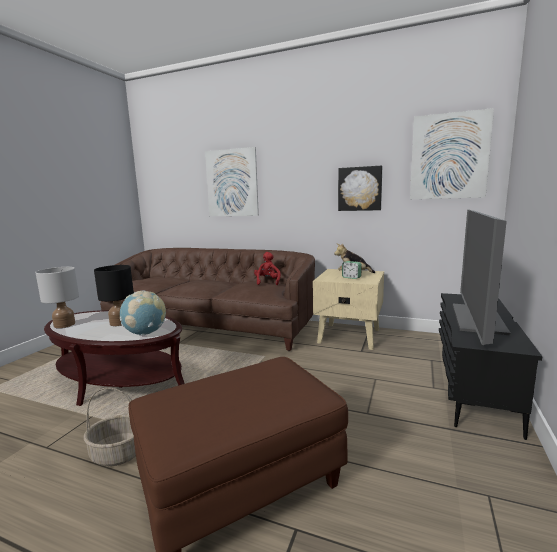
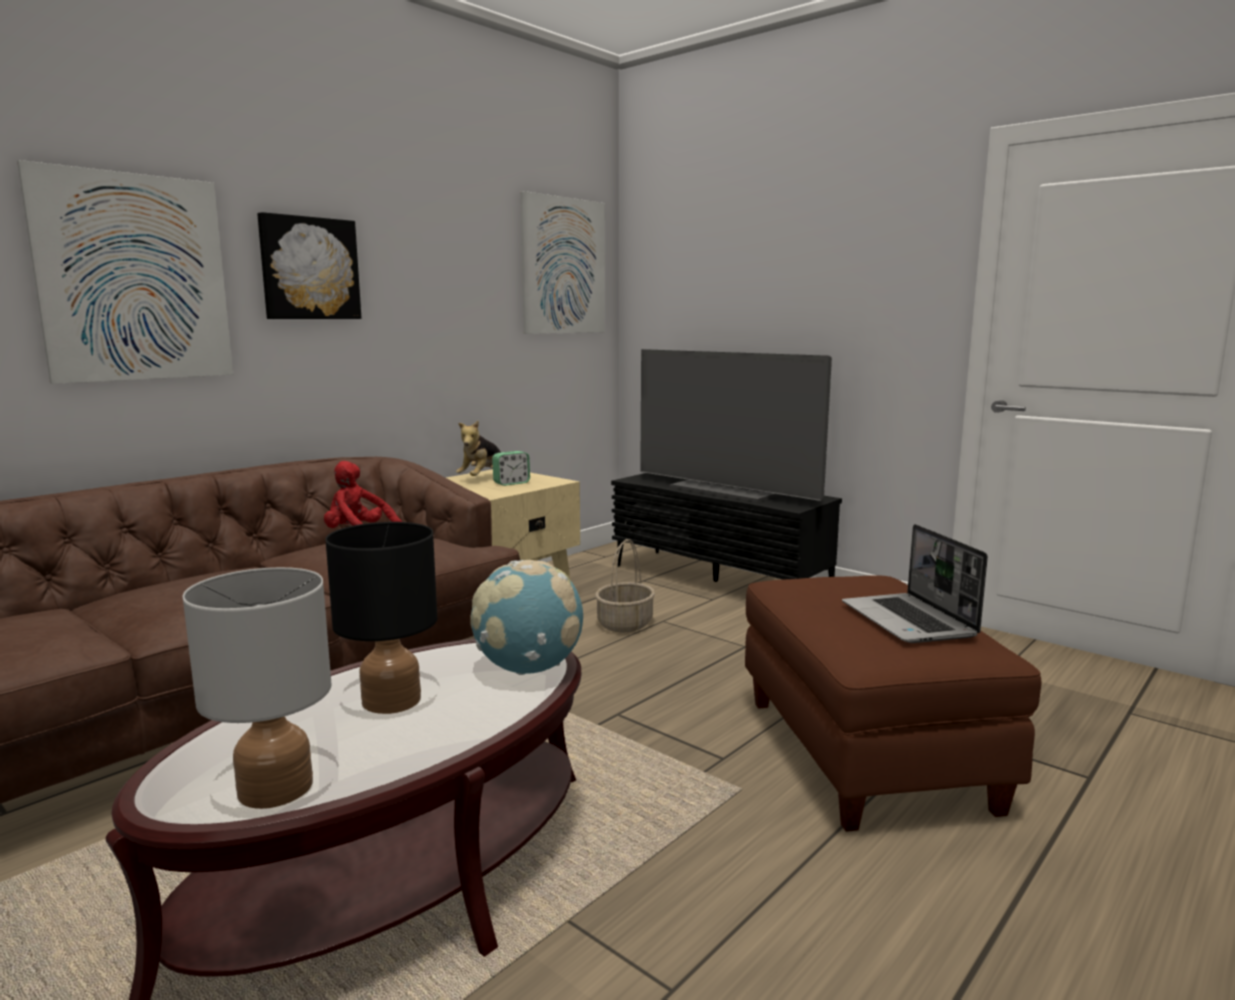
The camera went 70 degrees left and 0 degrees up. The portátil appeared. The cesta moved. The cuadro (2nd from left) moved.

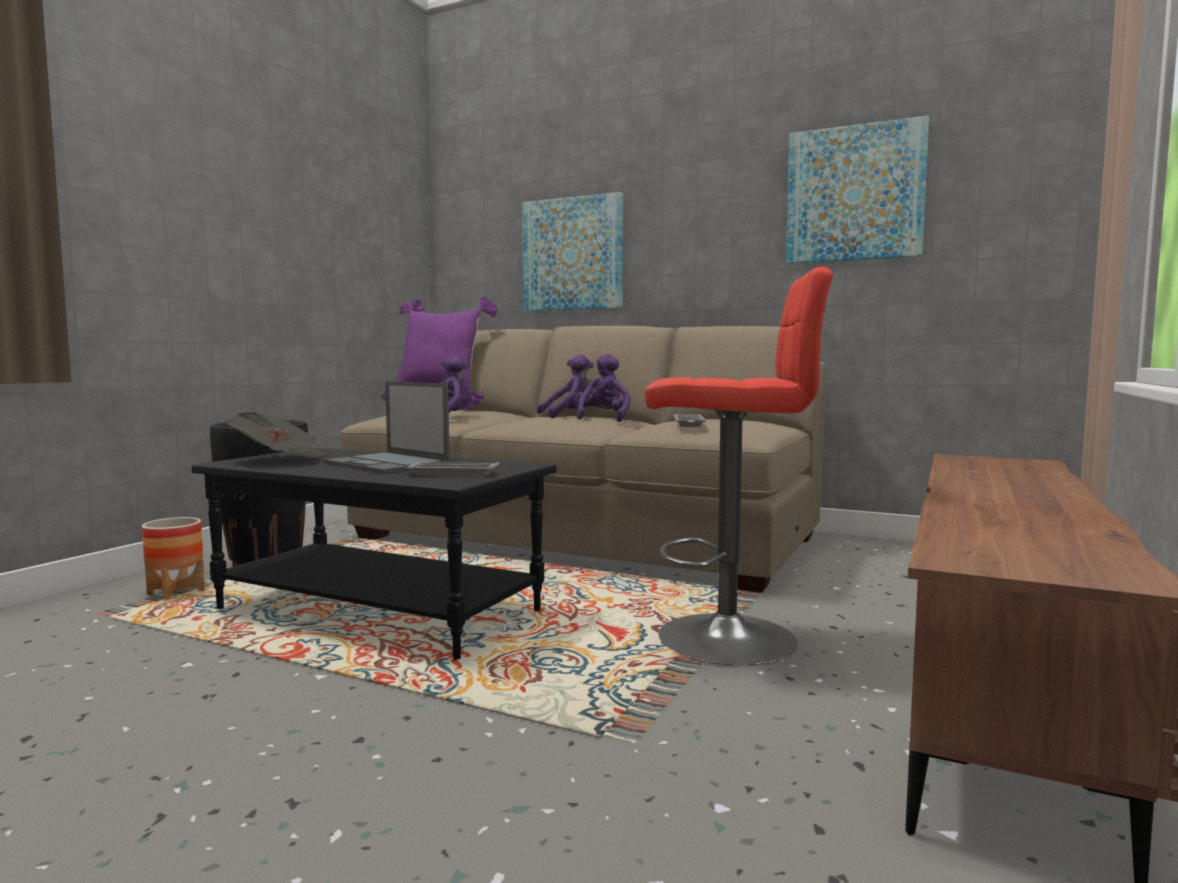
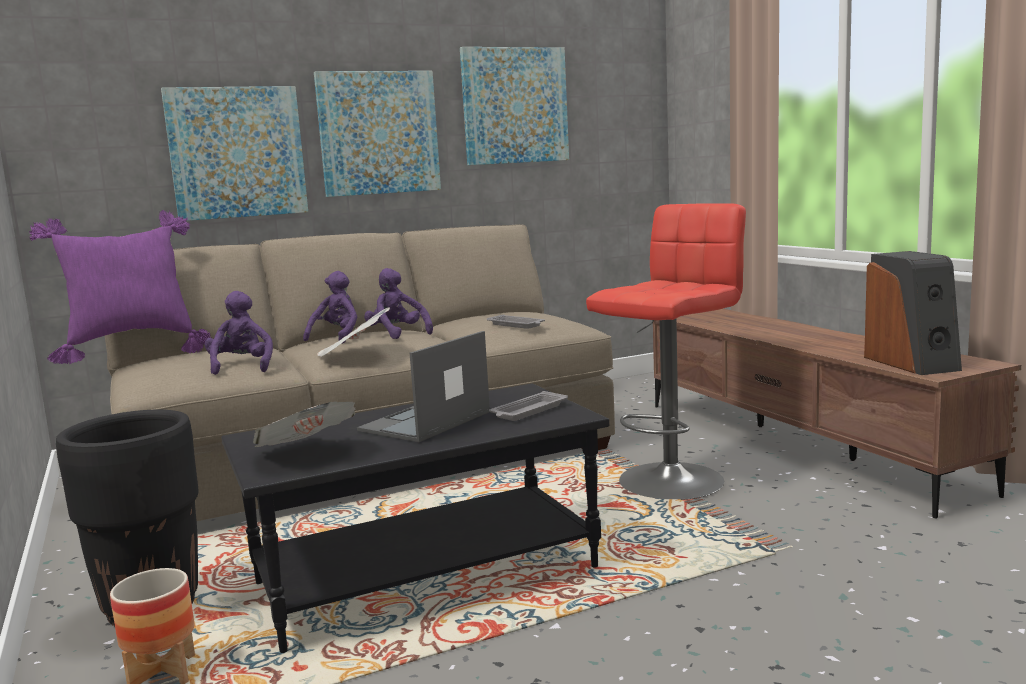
The camera went 50 degrees left and 5 degrees up. The cuadro (2nd from left) appeared. The periódico (2nd from left) appeared. The altavoz appeared. The portátil turned 135 degrees clockwise.

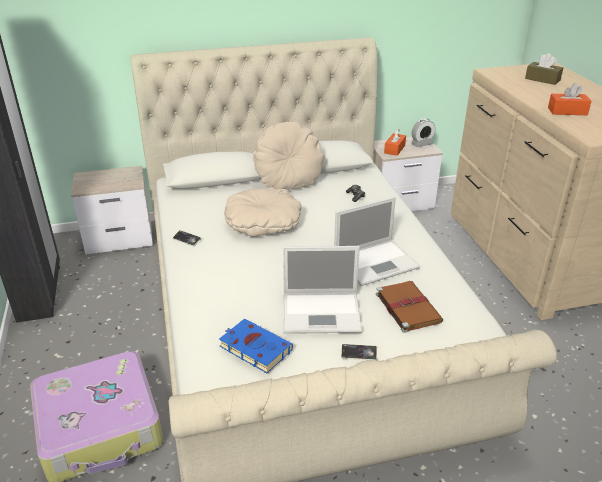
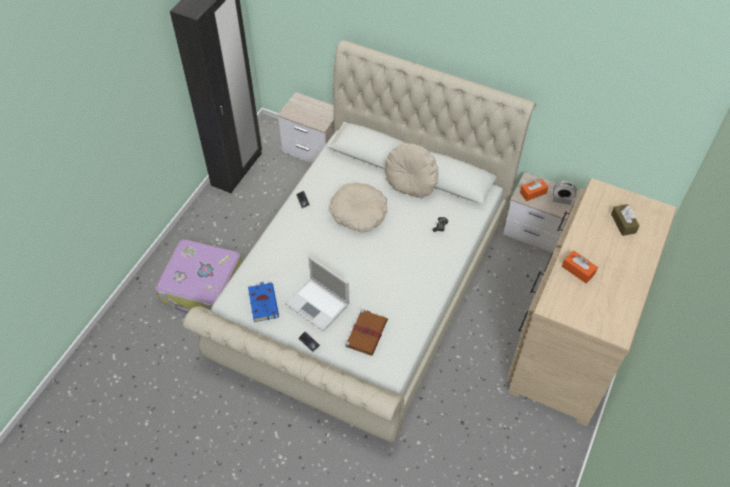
The camera went 40 degrees right and 20 degrees up. The portátil (2nd from left) disappeared.

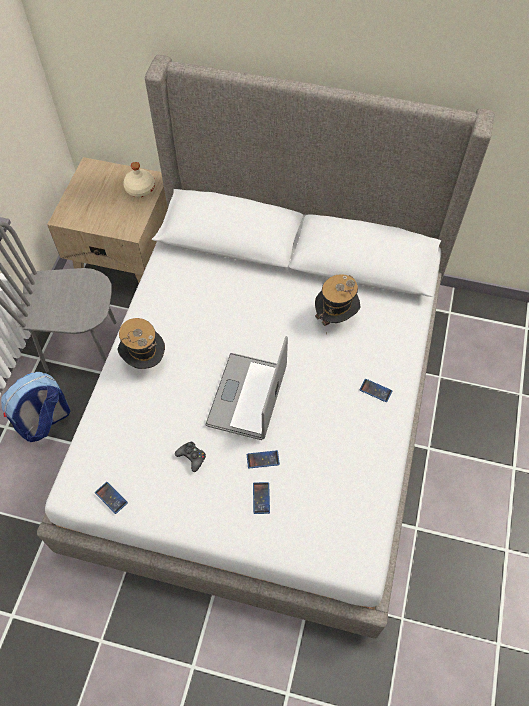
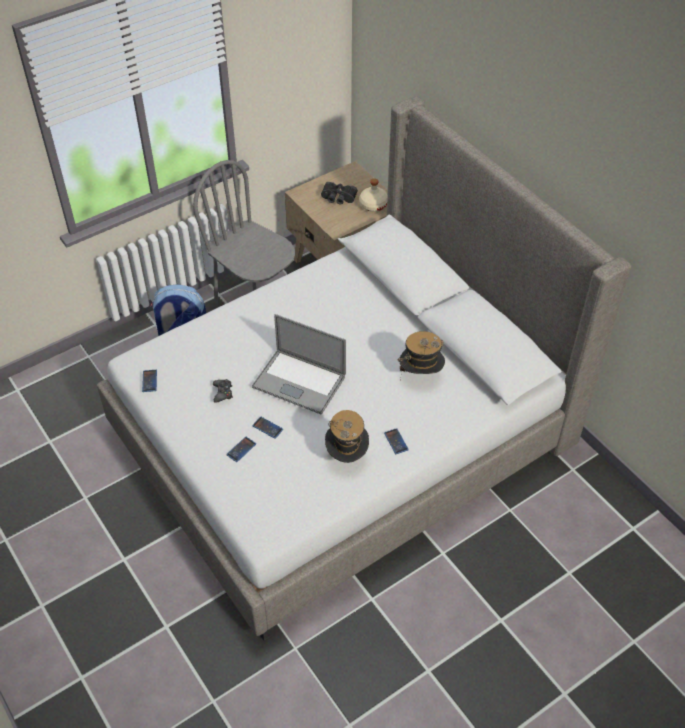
The camera went 40 degrees right and 10 degrees down. The prismáticos/negro appeared. The sombrero (1st from left) moved. The portátil turned 120 degrees counterclockwise.

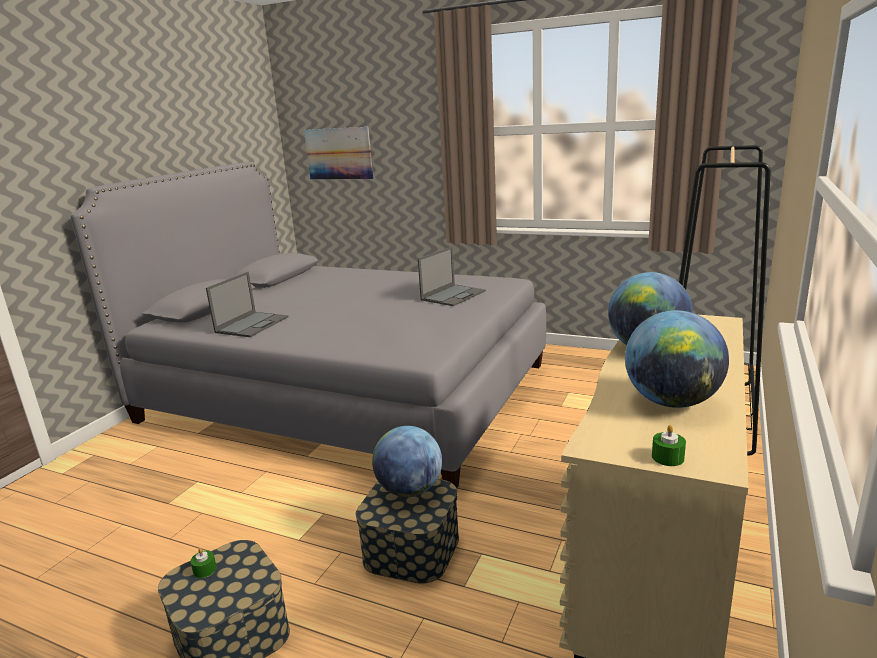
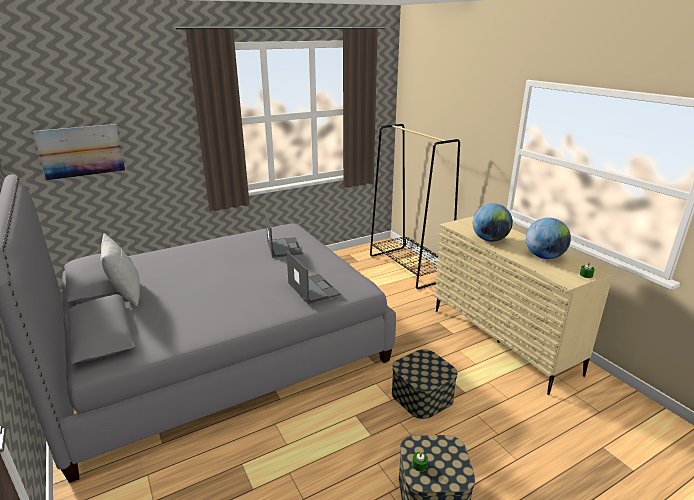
The camera went 55 degrees left and 5 degrees up. The globo terráqueo (1st from left) disappeared. The cojín/gris appeared. The portátil (1st from left in the first image) moved.

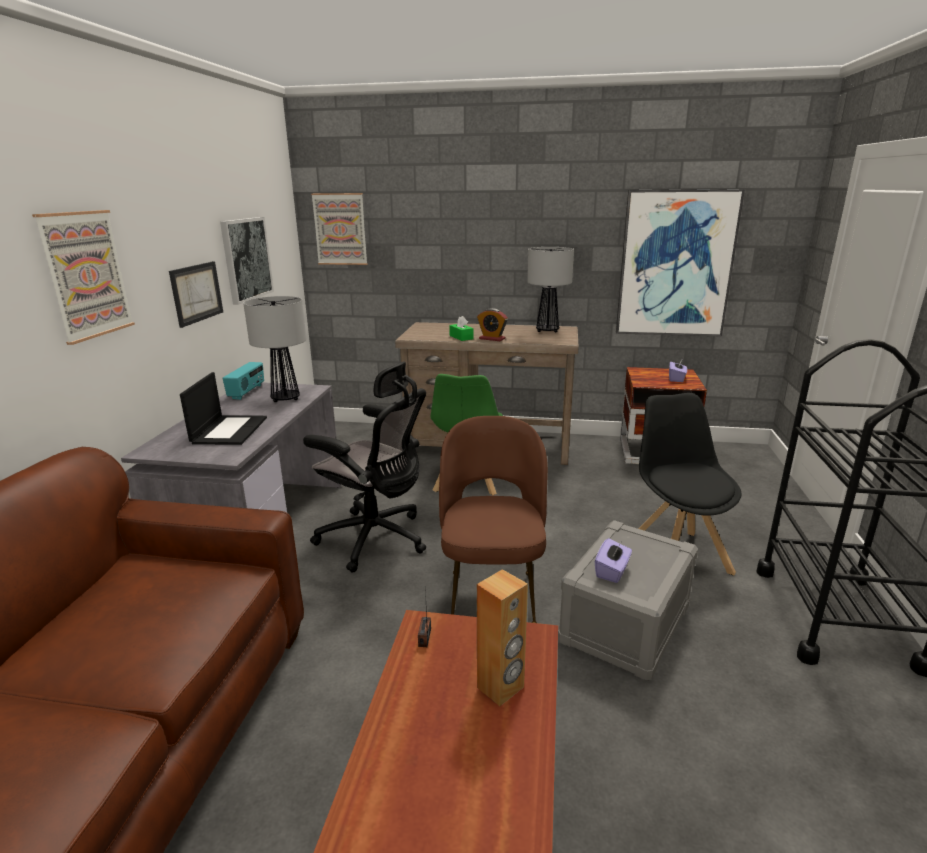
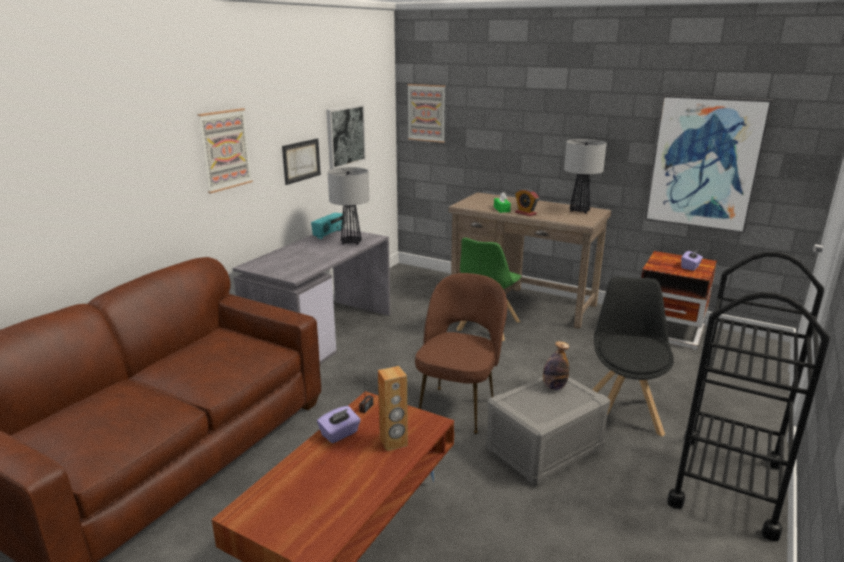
The camera went 20 degrees right and 0 degrees up. The portátil disappeared. The silla de oficina disappeared. The botella appeared. The caja de pañuelos/morado (1st from left) moved.

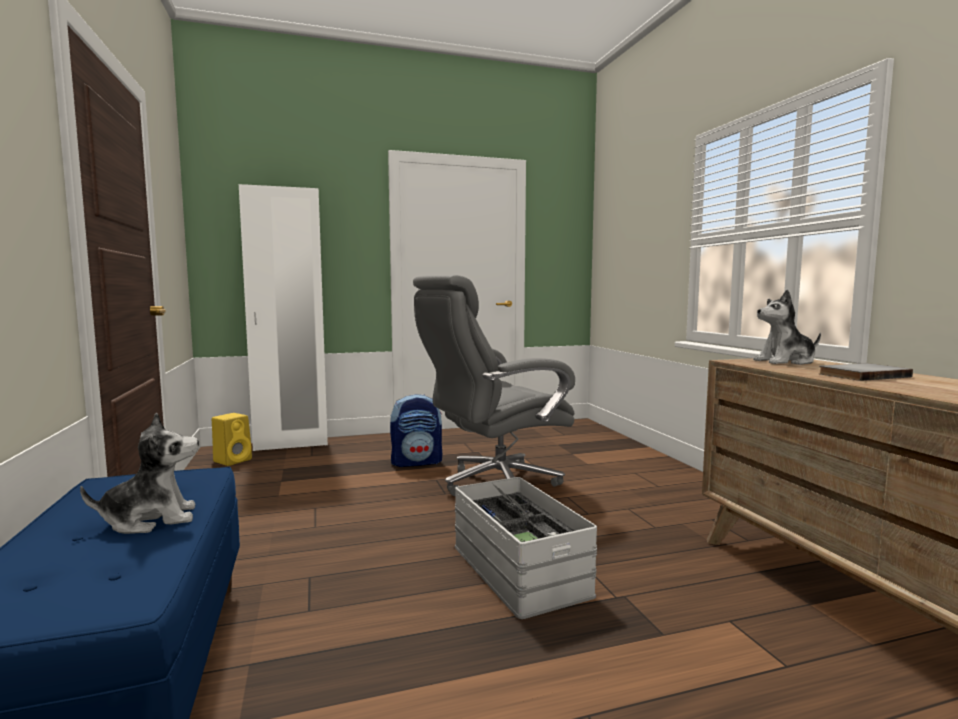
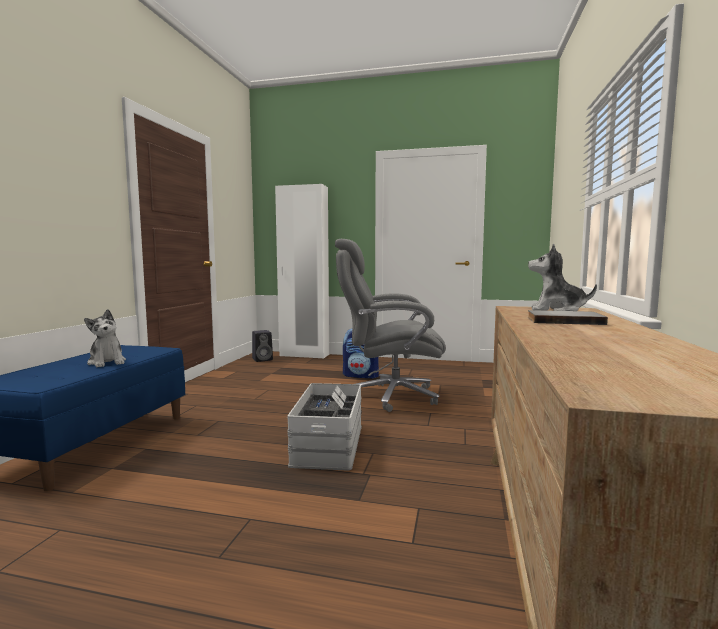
The camera went 30 degrees right and 0 degrees up. The altavoz/amarillo became the altavoz/negro. The peluche (1st from left) turned 45 degrees clockwise.

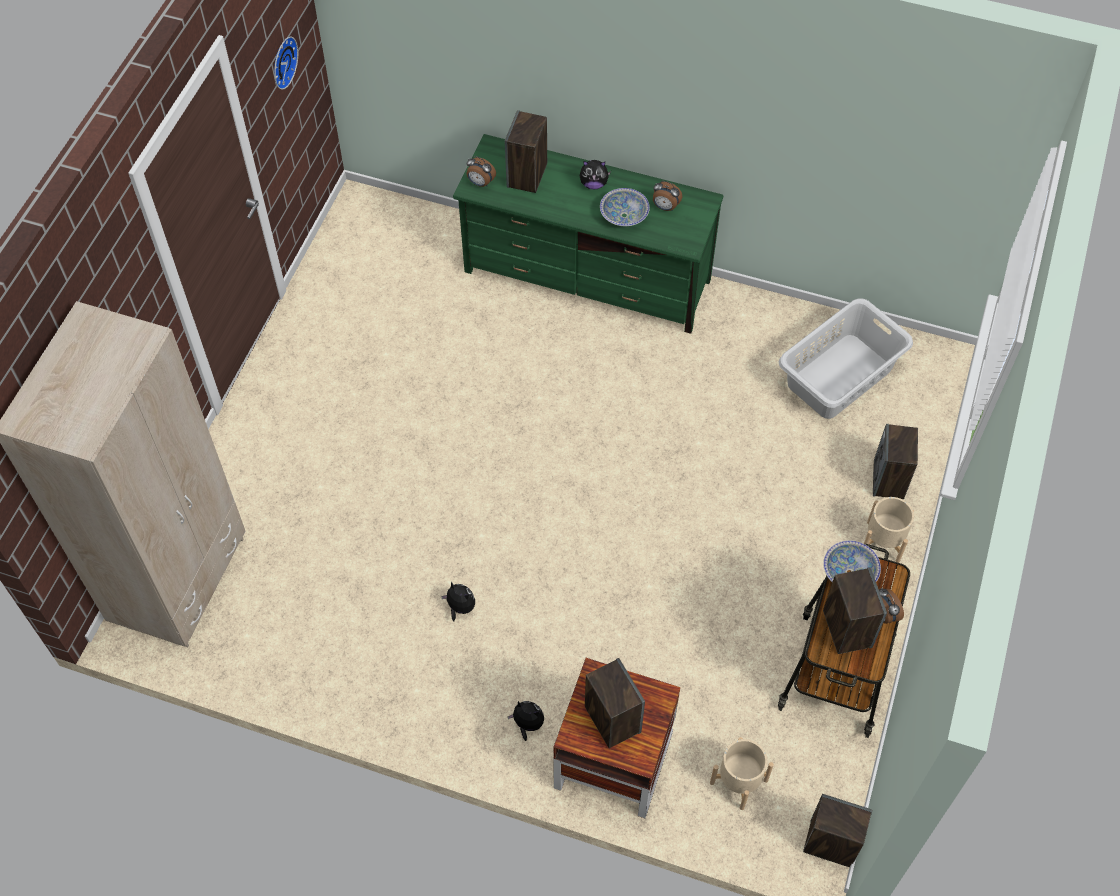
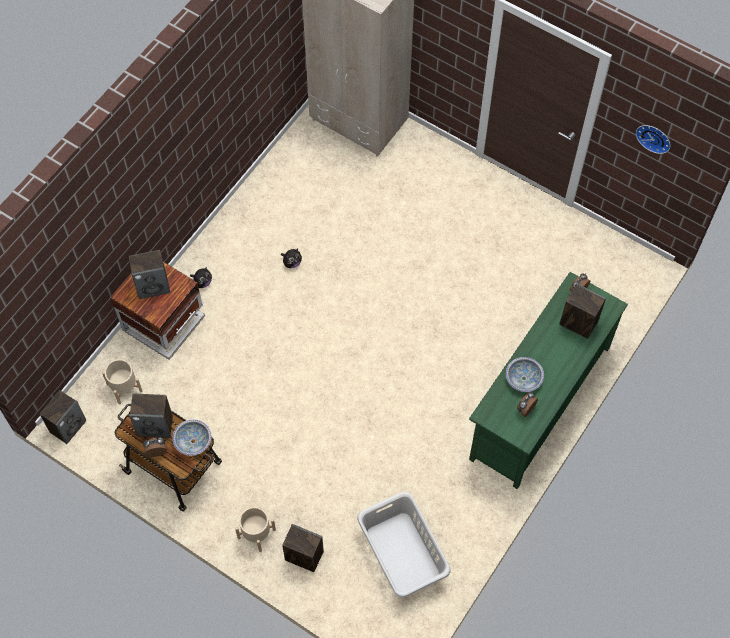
The camera went 105 degrees right and 5 degrees up. The peluche (3rd from left) disappeared.

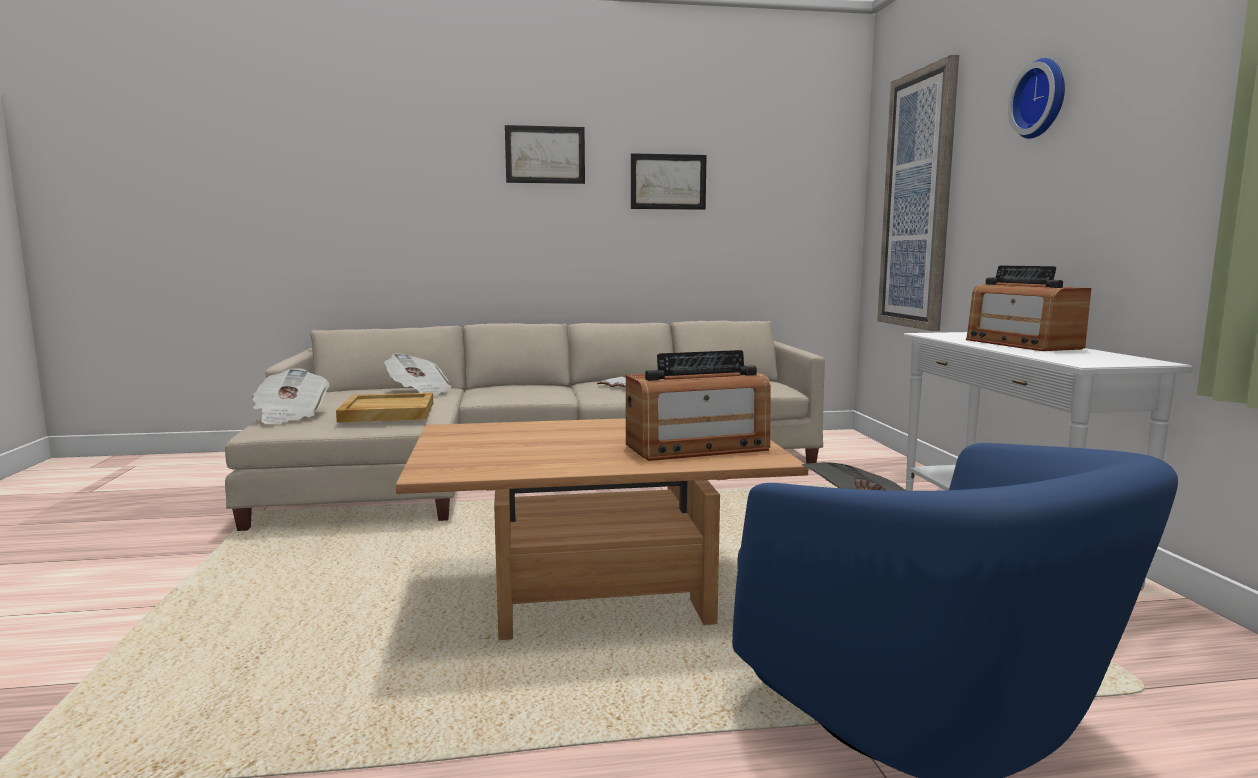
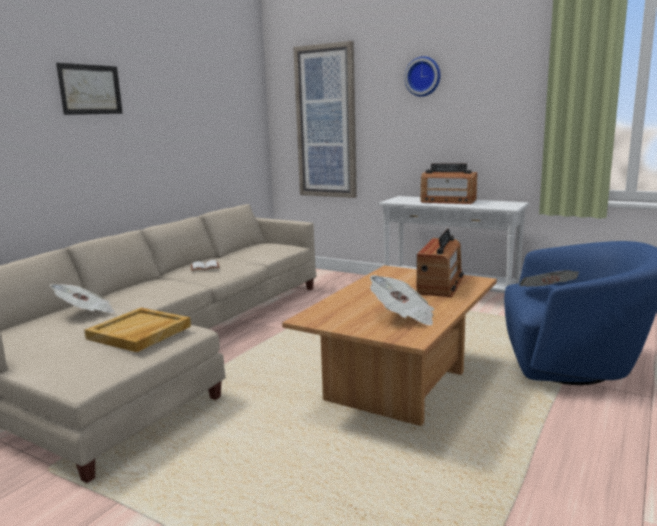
The camera went 50 degrees left and 5 degrees up. The cuadro (2nd from left) disappeared. The periódico (1st from left in the first image) moved.

